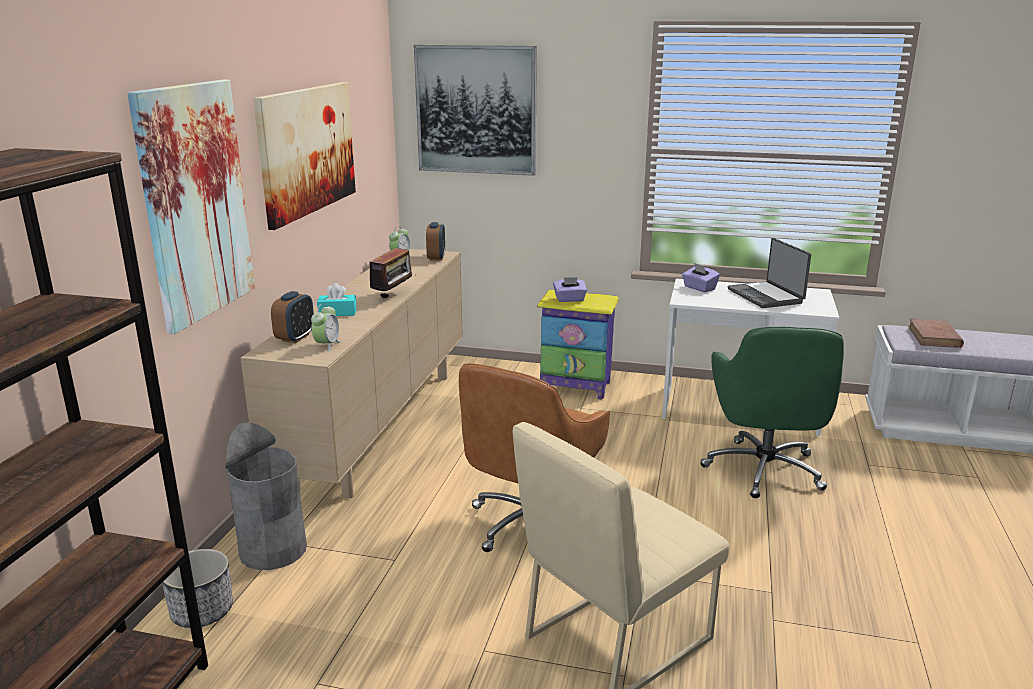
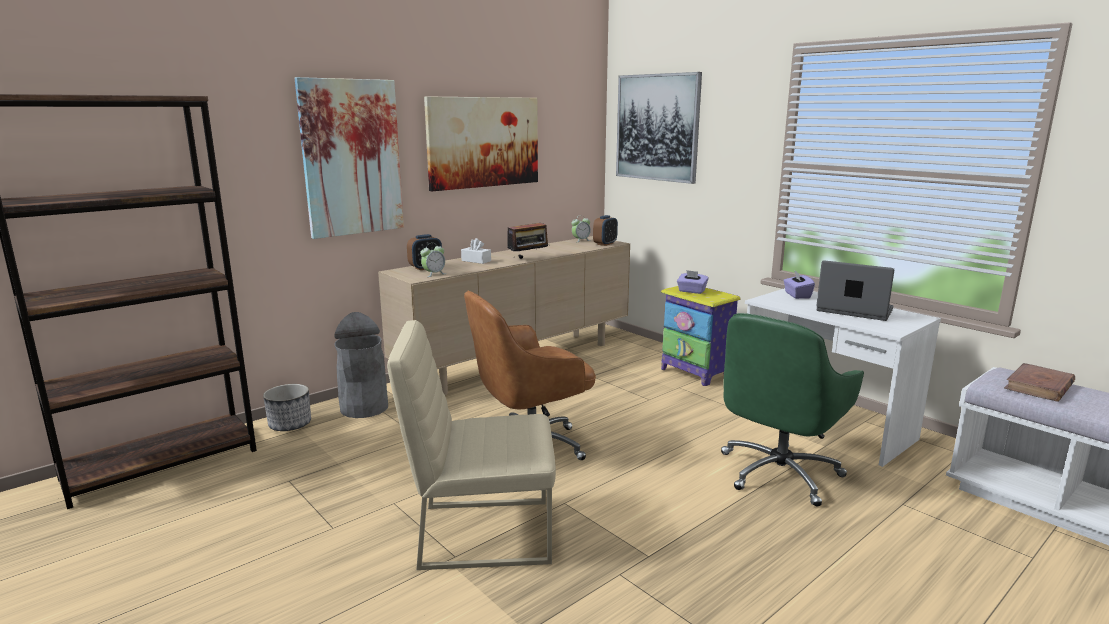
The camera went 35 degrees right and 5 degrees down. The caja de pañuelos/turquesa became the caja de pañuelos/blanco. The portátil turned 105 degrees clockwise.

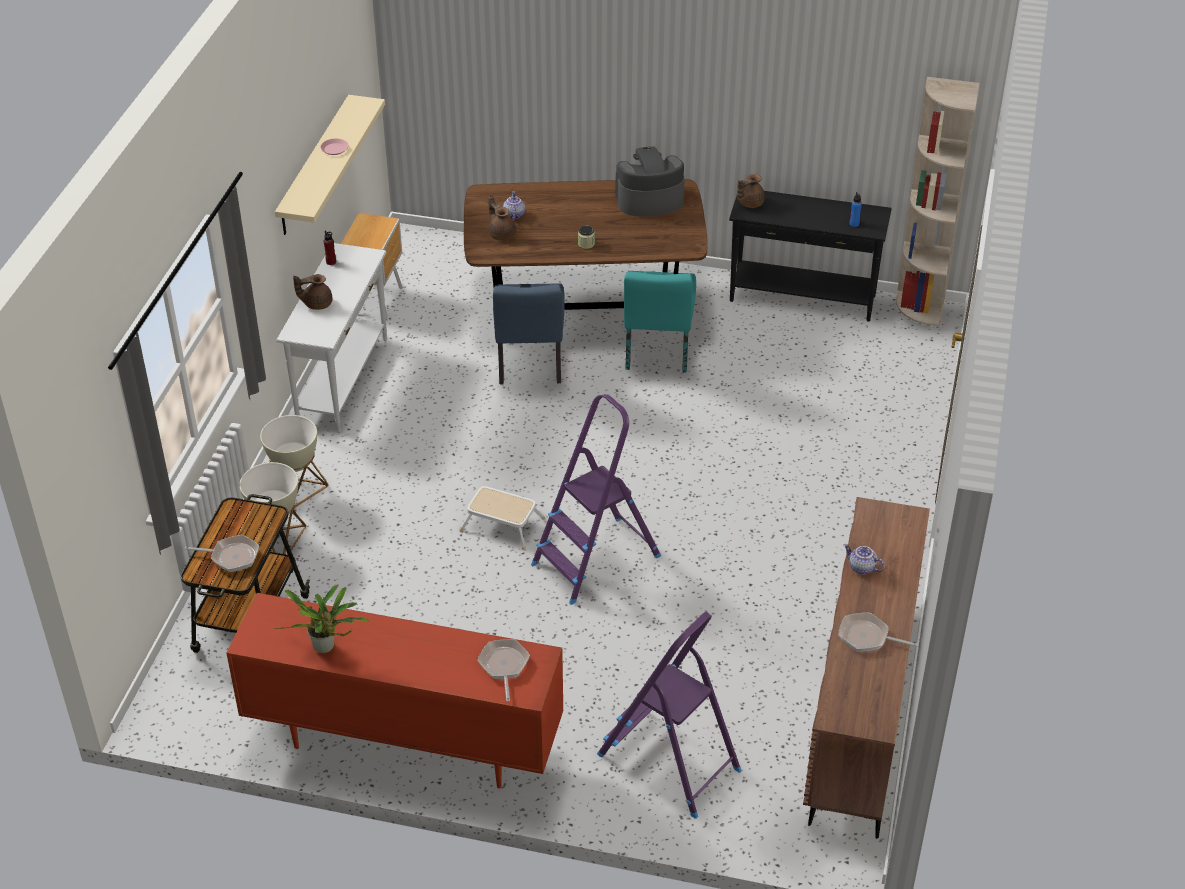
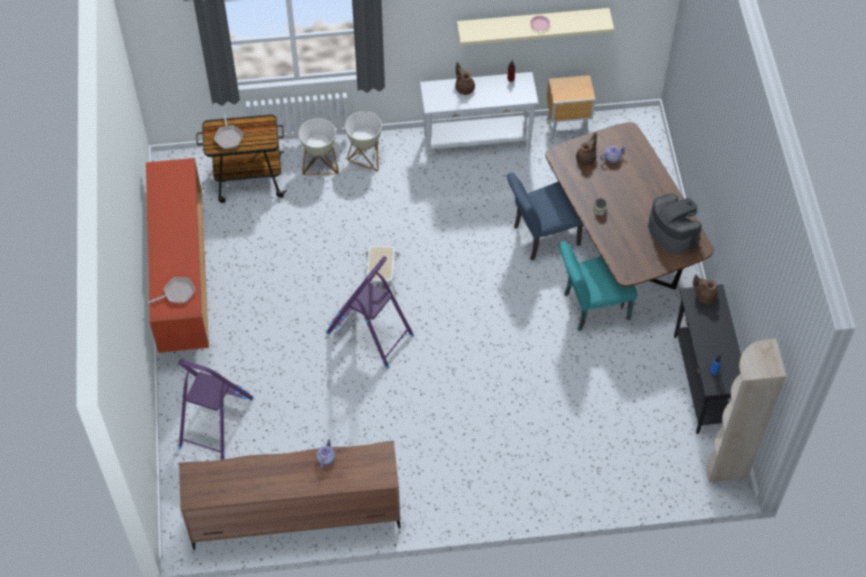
The camera went 70 degrees right and 15 degrees up. The planta en maceta disappeared. The sartén (3rd from left) disappeared.

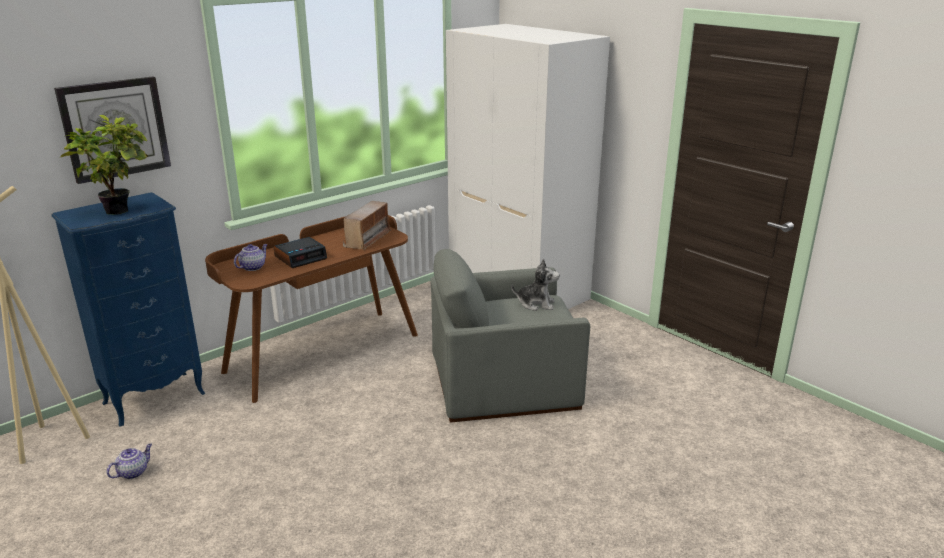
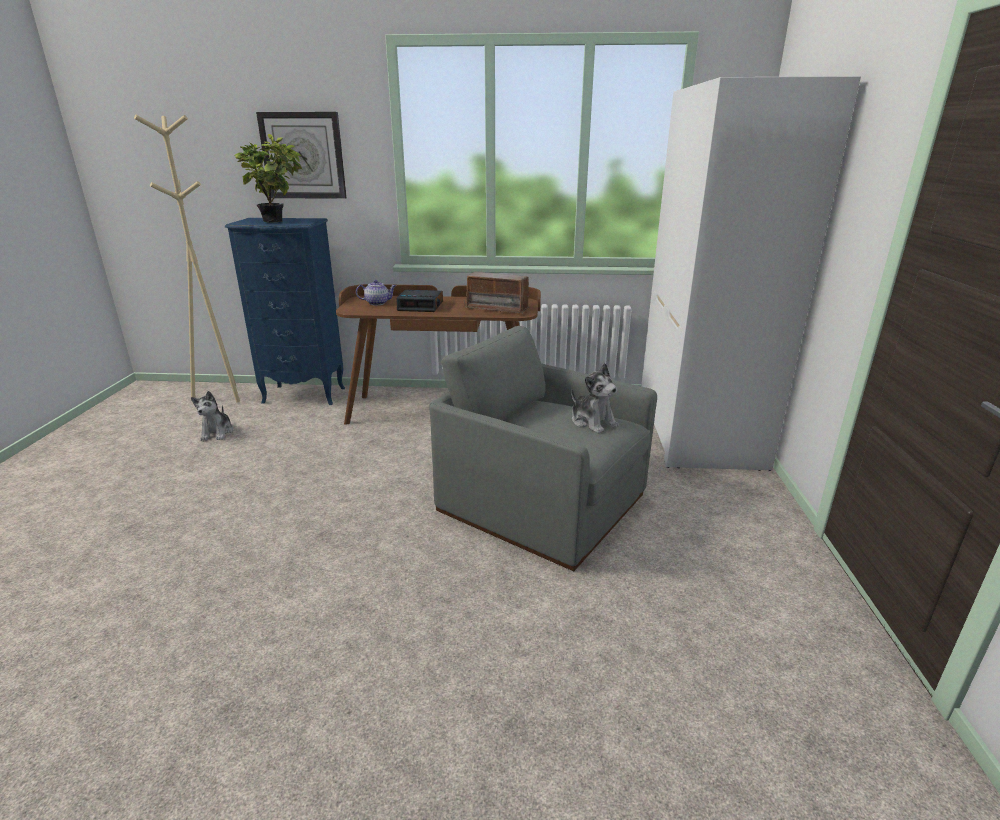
The camera went 45 degrees right and 0 degrees up. The tetera (1st from left) was replaced by the peluche (1st from left). The radio turned 45 degrees clockwise.

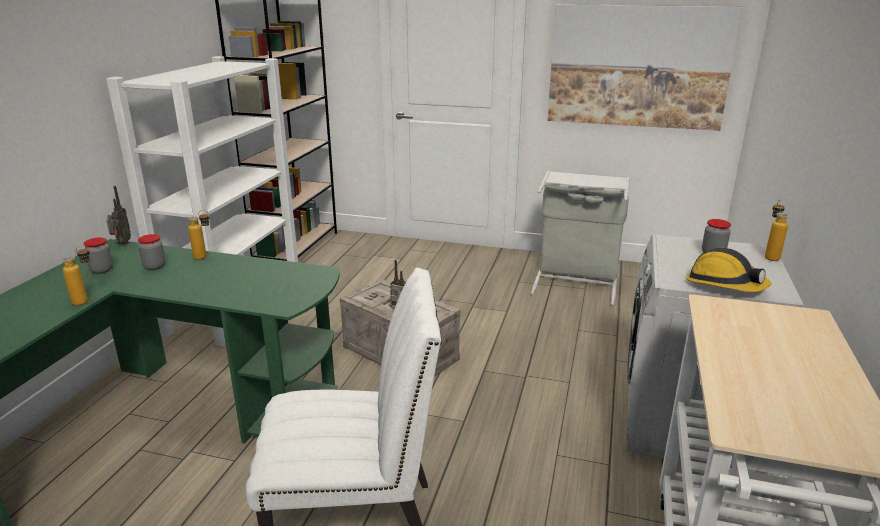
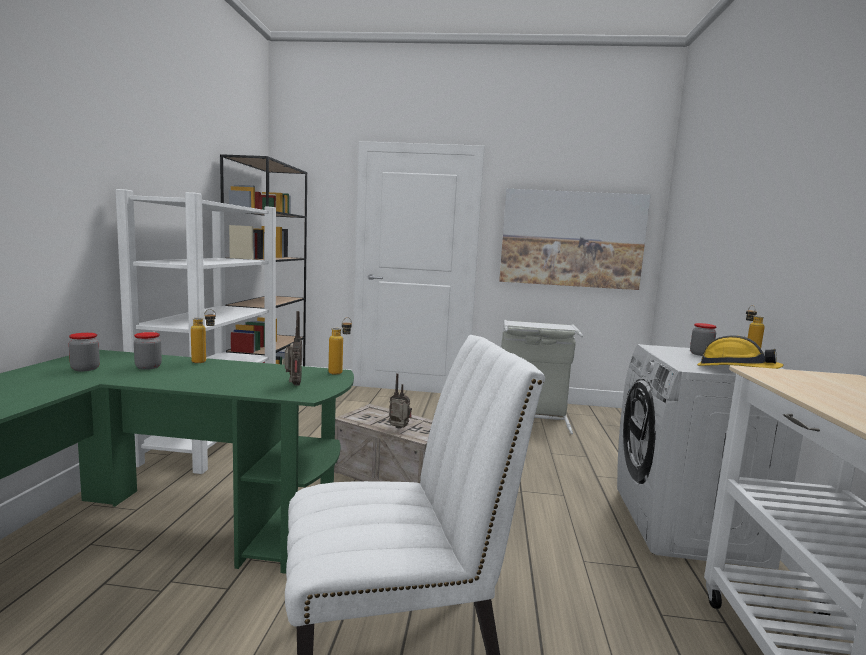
The camera went 10 degrees left and 15 degrees down. The botella (1st from left in the first image) moved. The radio (1st from left) moved.

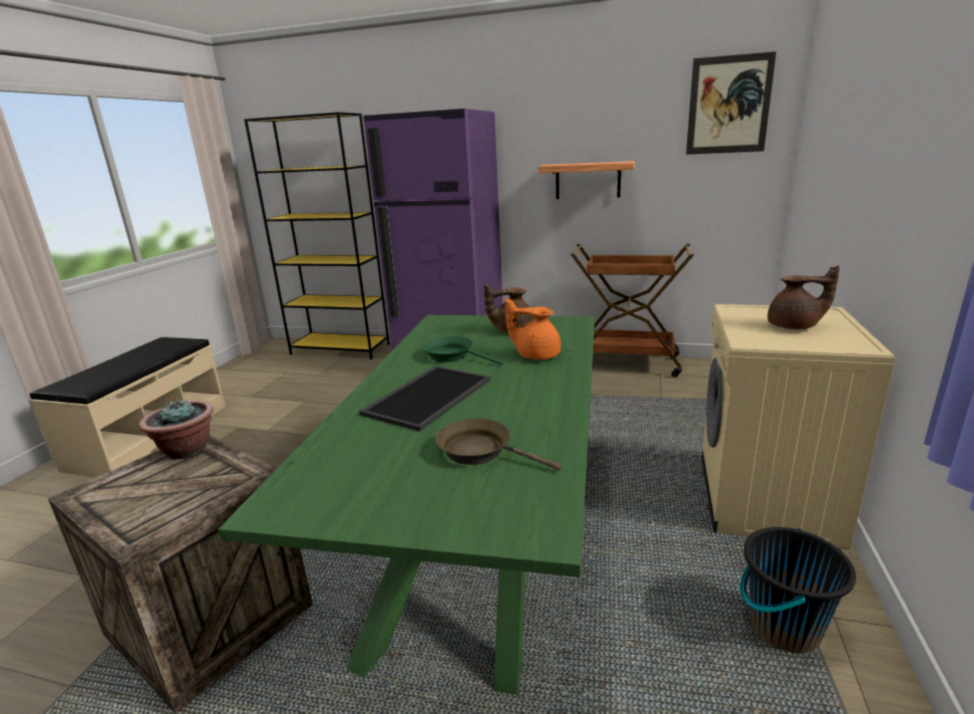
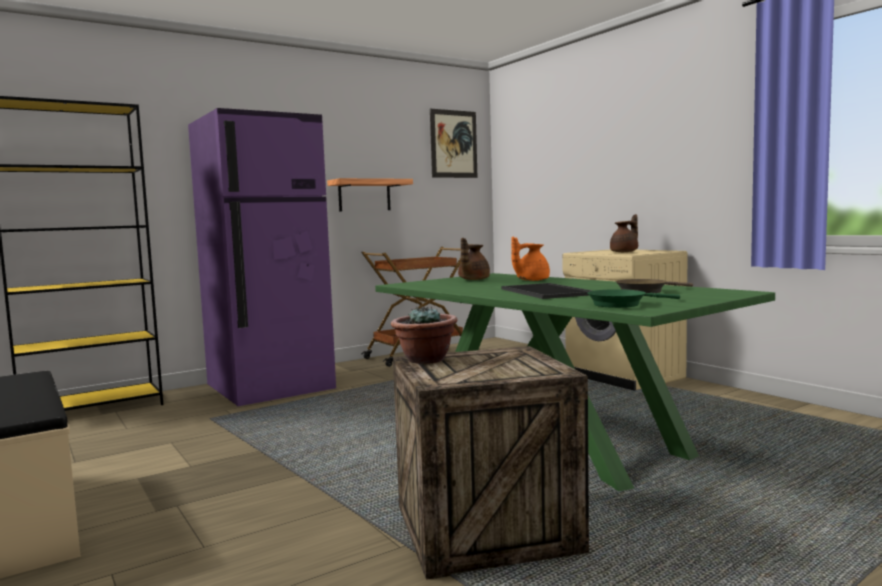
The camera went 50 degrees left and 15 degrees down. The cubo/negro disappeared. The sartén/verde moved.

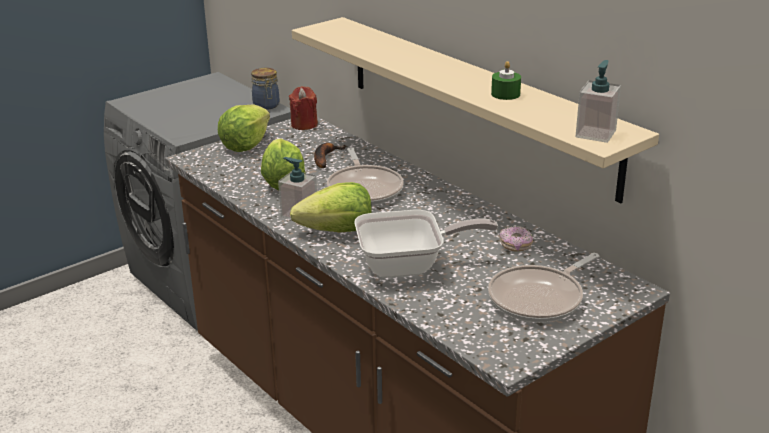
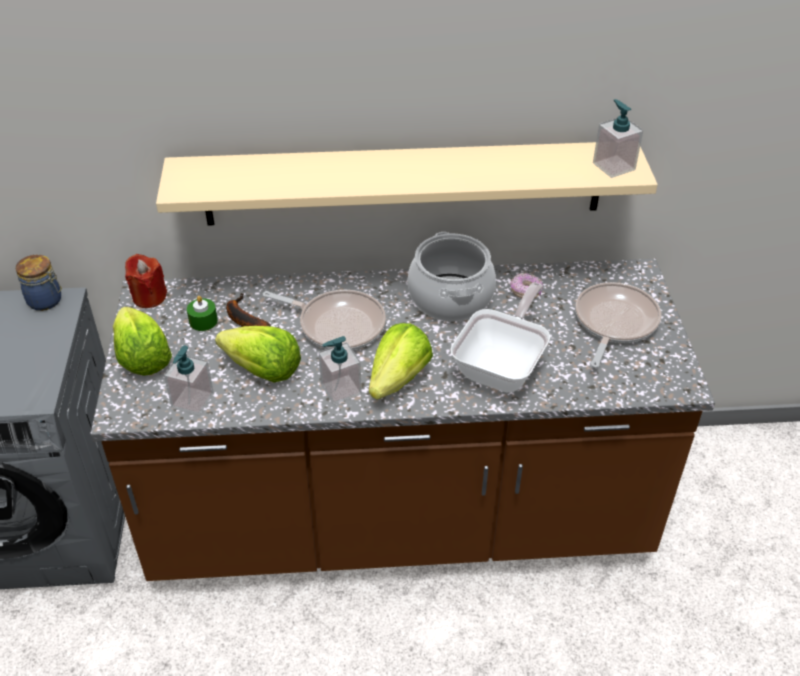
The camera went 55 degrees left and 15 degrees up. The dispensador de jabón (1st from left) appeared. The olla appeared. The vela/verde moved. The sartén (3rd from left) turned 150 degrees counterclockwise.

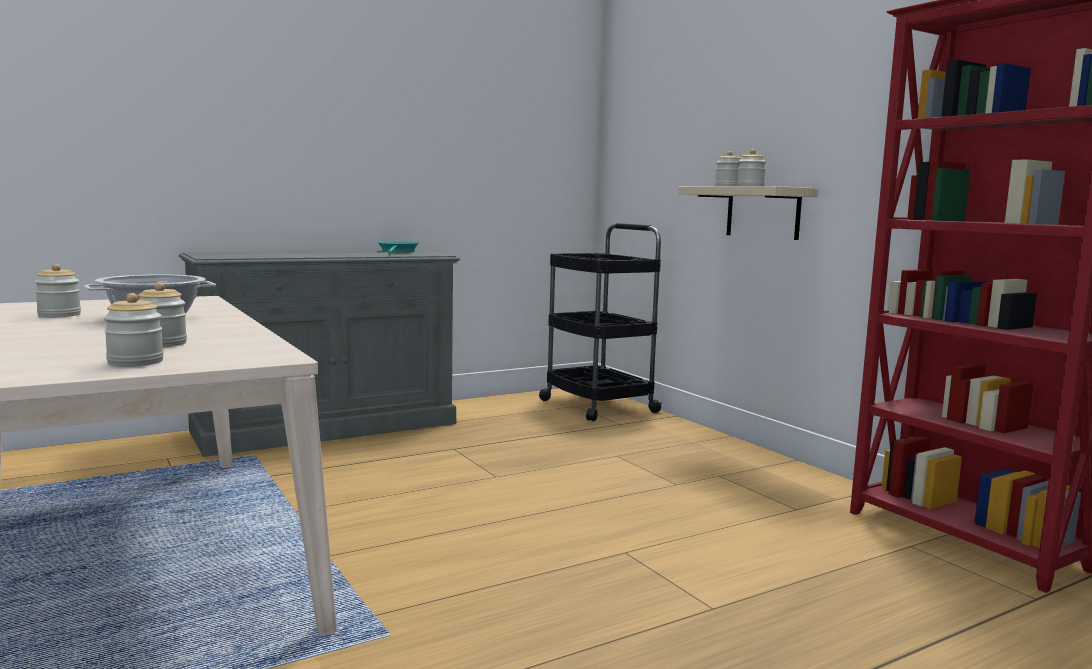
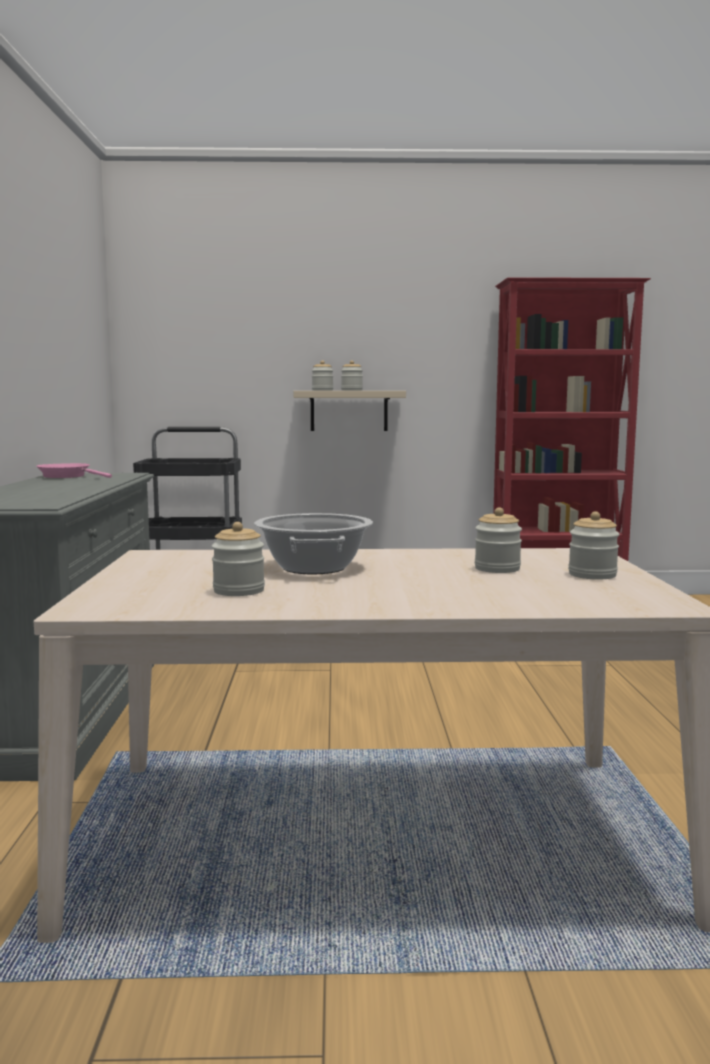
The camera went 60 degrees left and 0 degrees up. The sartén/turquesa became the sartén/rosa.

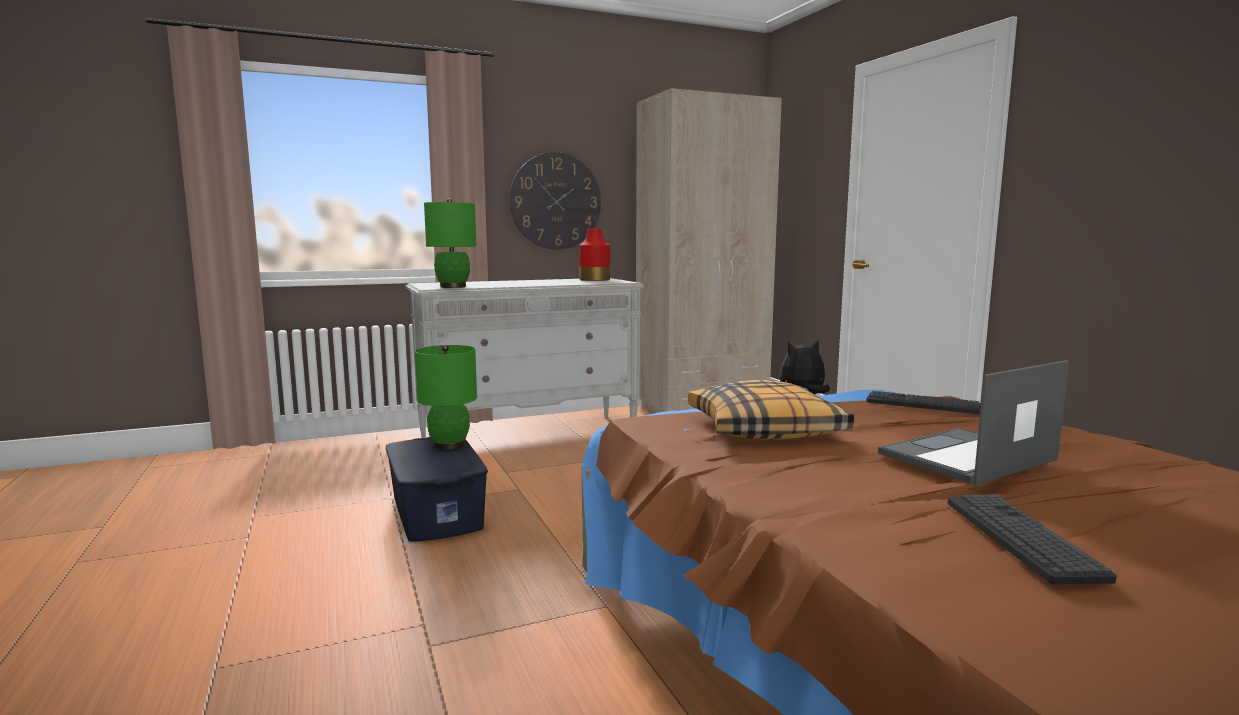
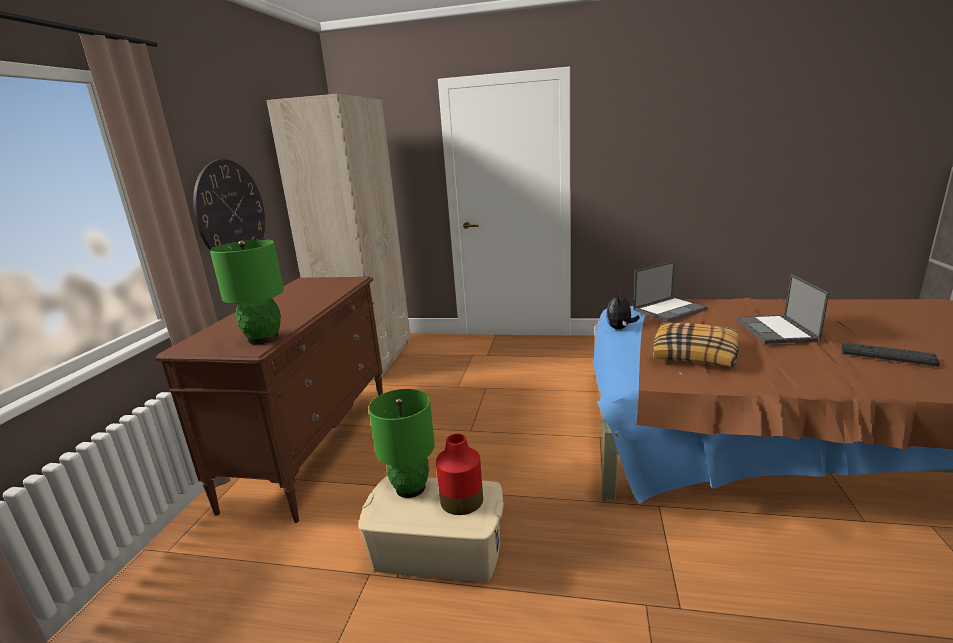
The camera went 55 degrees left and 10 degrees up. The florero/rojo moved. The teclado (1st from left) was replaced by the portátil (1st from left). The caja de almacenaje/azul became the caja de almacenaje/beis. The cómoda/blanco became the cómoda/marrón.

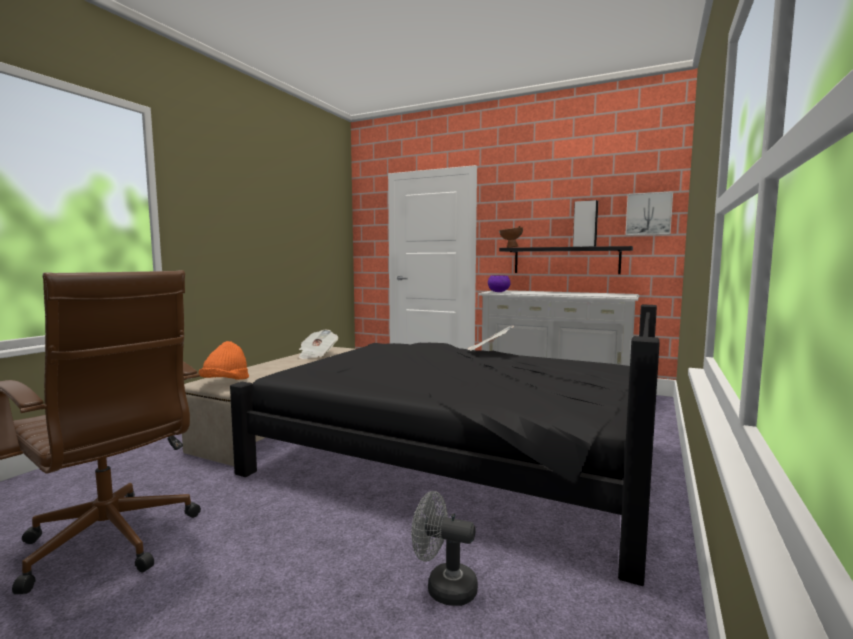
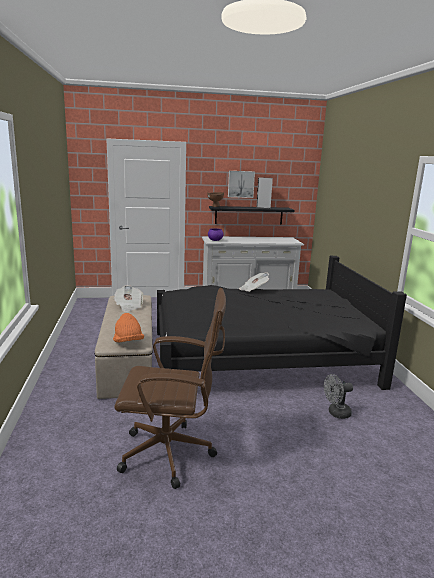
The camera went 35 degrees left and 10 degrees up. The cuadro moved.

